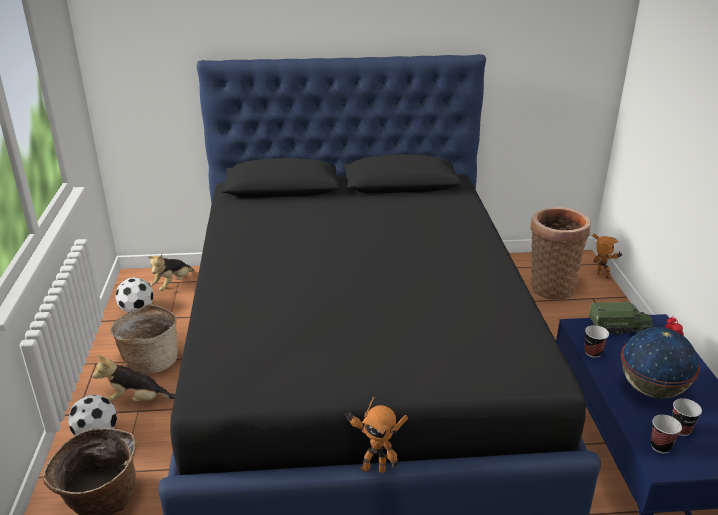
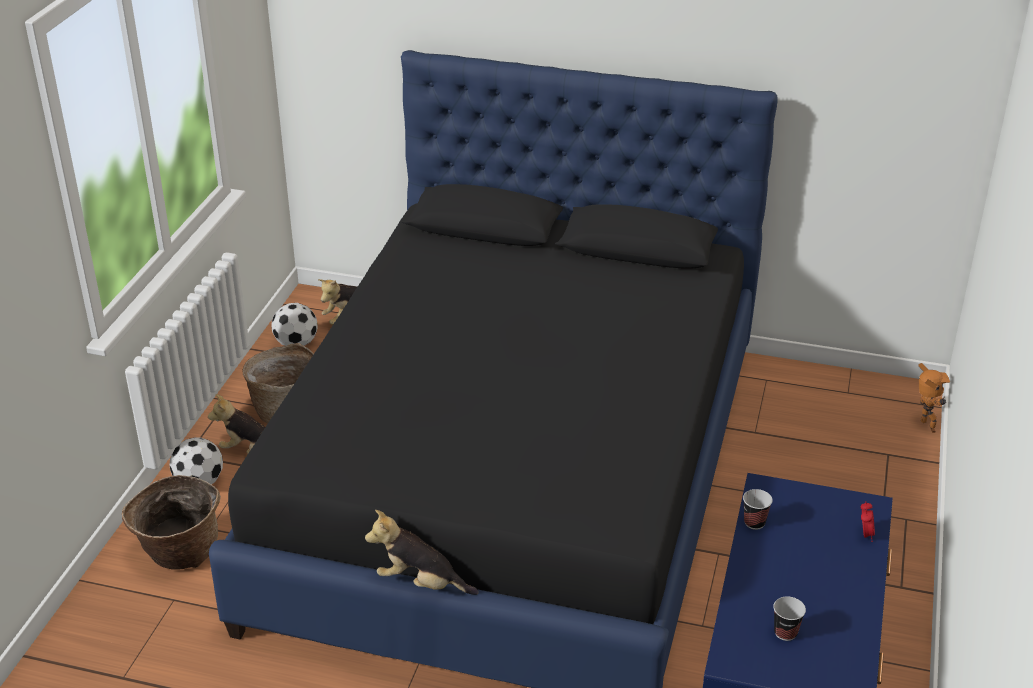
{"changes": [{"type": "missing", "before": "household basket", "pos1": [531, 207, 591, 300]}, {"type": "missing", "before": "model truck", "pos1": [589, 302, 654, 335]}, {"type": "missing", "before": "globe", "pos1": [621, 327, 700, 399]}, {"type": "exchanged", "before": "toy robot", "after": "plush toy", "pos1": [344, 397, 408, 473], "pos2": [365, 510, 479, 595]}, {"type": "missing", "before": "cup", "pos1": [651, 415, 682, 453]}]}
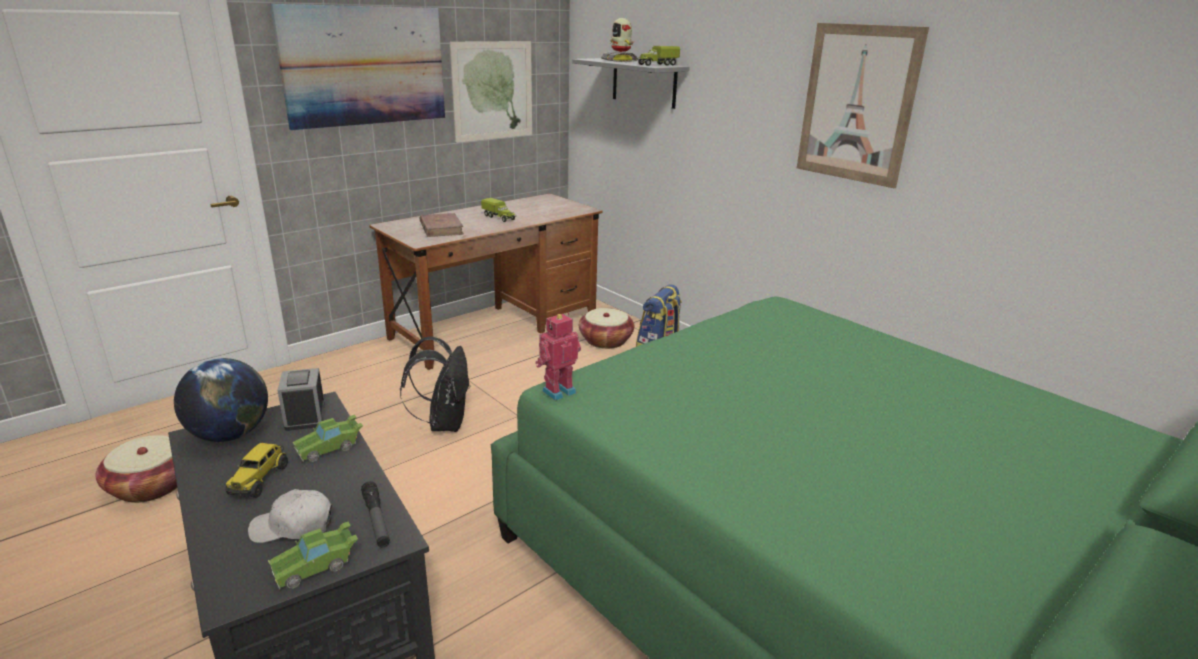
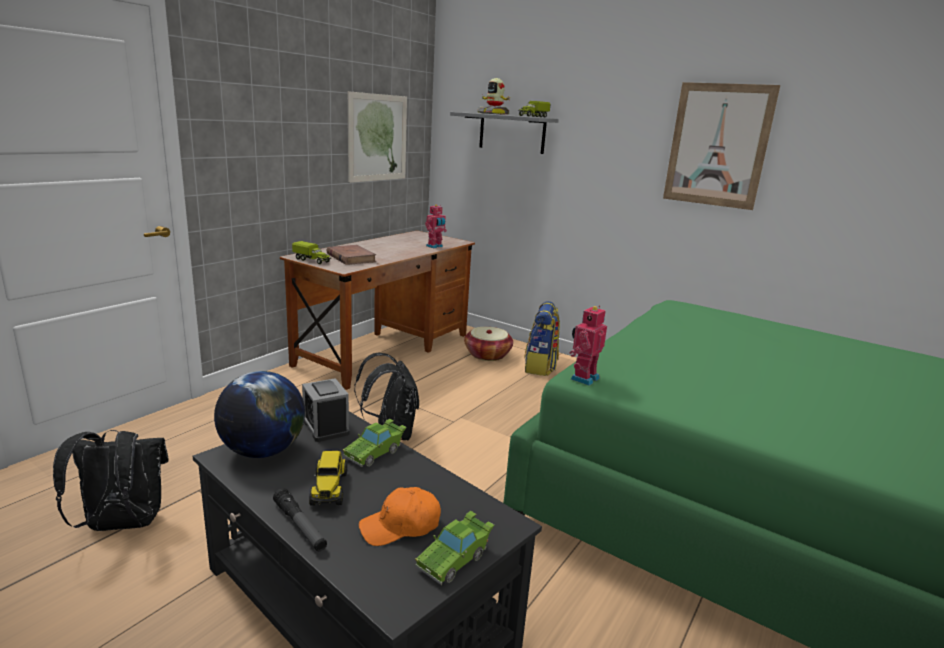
{"changes": [{"type": "missing", "before": "picture", "pos1": [270, 4, 445, 130]}, {"type": "relocated", "before": "model truck", "pos1": [481, 198, 515, 222], "pos2": [292, 241, 331, 264]}, {"type": "exchanged", "before": "household basket", "after": "black knapsack", "pos1": [95, 435, 177, 503], "pos2": [53, 430, 169, 531]}, {"type": "relocated", "before": "flashlight", "pos1": [361, 481, 390, 547], "pos2": [273, 488, 327, 551]}, {"type": "colour", "before": "whitish cap", "after": "orangey cap", "pos1": [248, 489, 332, 543], "pos2": [359, 487, 441, 546]}, {"type": "appeared", "after": "toy robot", "pos2": [425, 204, 447, 248]}]}
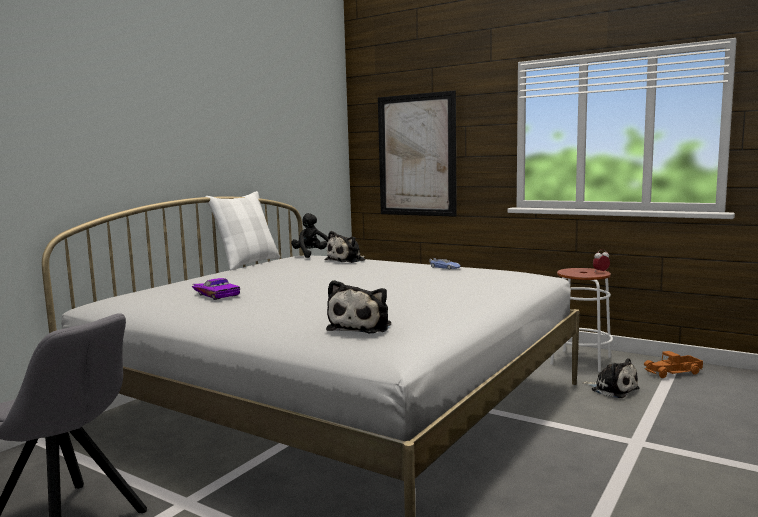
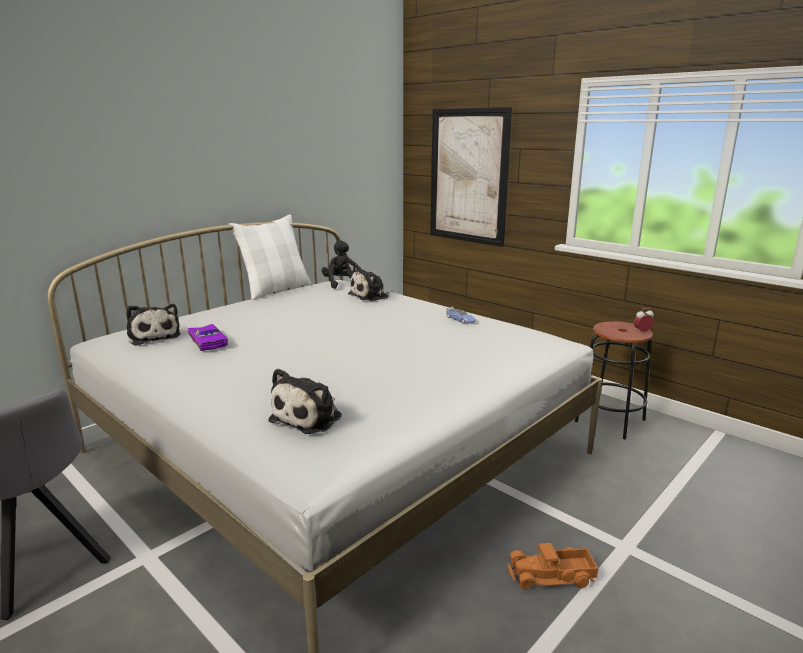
{"changes": [{"type": "colour", "before": "whitish stool seat", "after": "black stool seat", "pos1": [550, 268, 613, 372], "pos2": [575, 321, 653, 439]}, {"type": "relocated", "before": "model truck", "pos1": [644, 351, 703, 378], "pos2": [507, 543, 598, 589]}, {"type": "relocated", "before": "plush toy", "pos1": [582, 358, 640, 398], "pos2": [126, 304, 181, 346]}]}
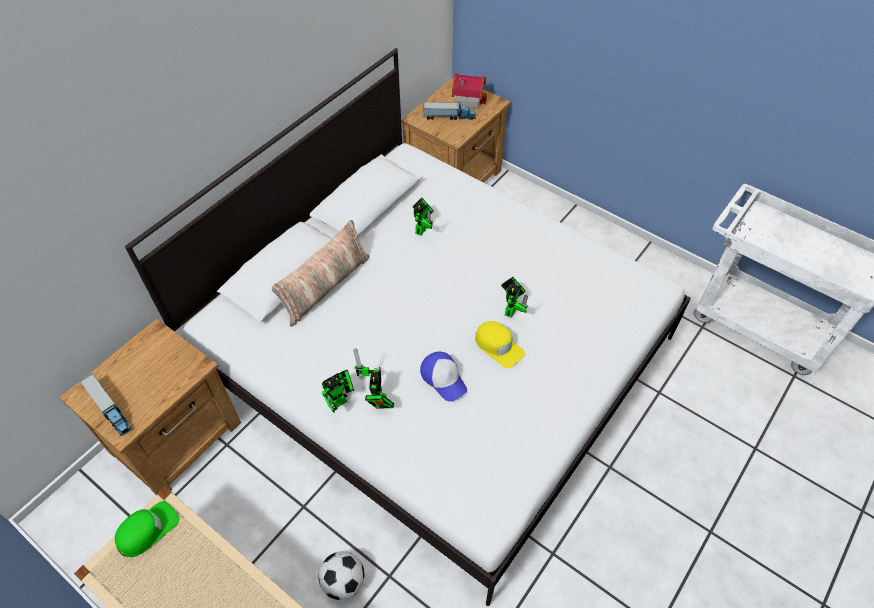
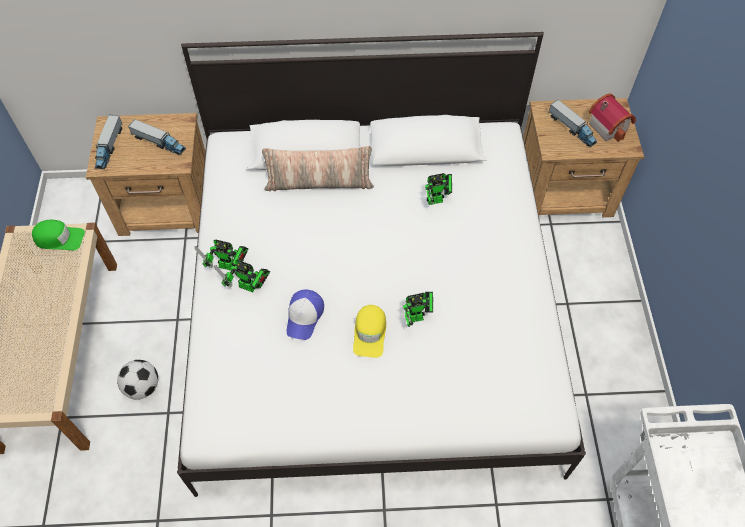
{"changes": [{"type": "spun", "before": "toy robot", "pos1": [353, 348, 394, 409], "pos2": [214, 260, 270, 293], "turn": -120}, {"type": "appeared", "after": "model truck", "pos2": [128, 119, 186, 155]}]}
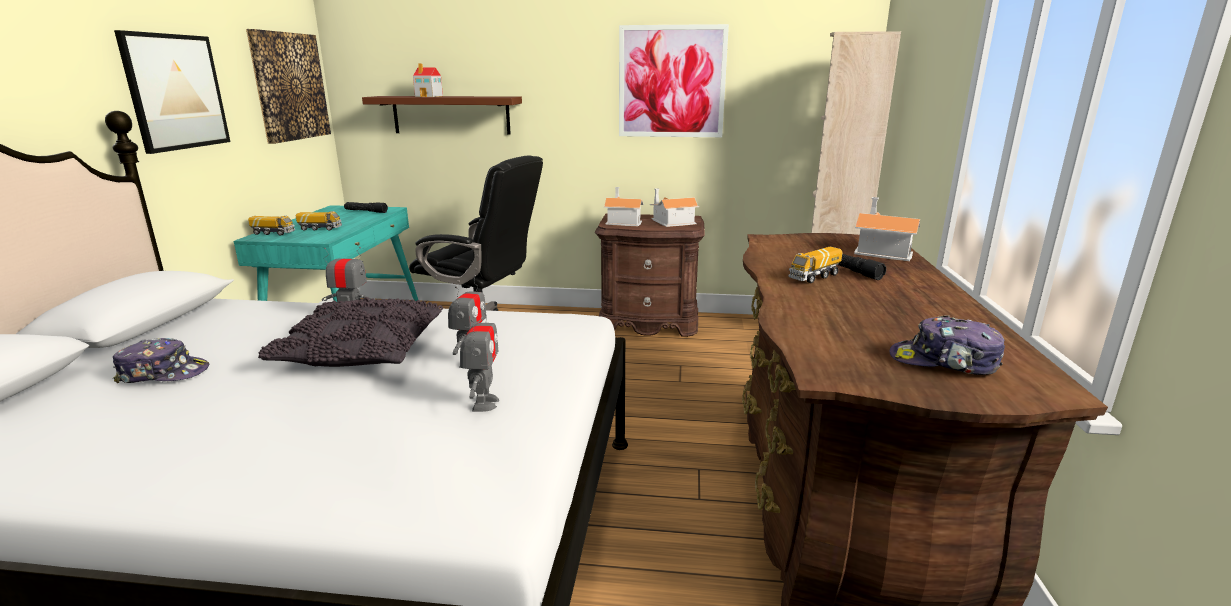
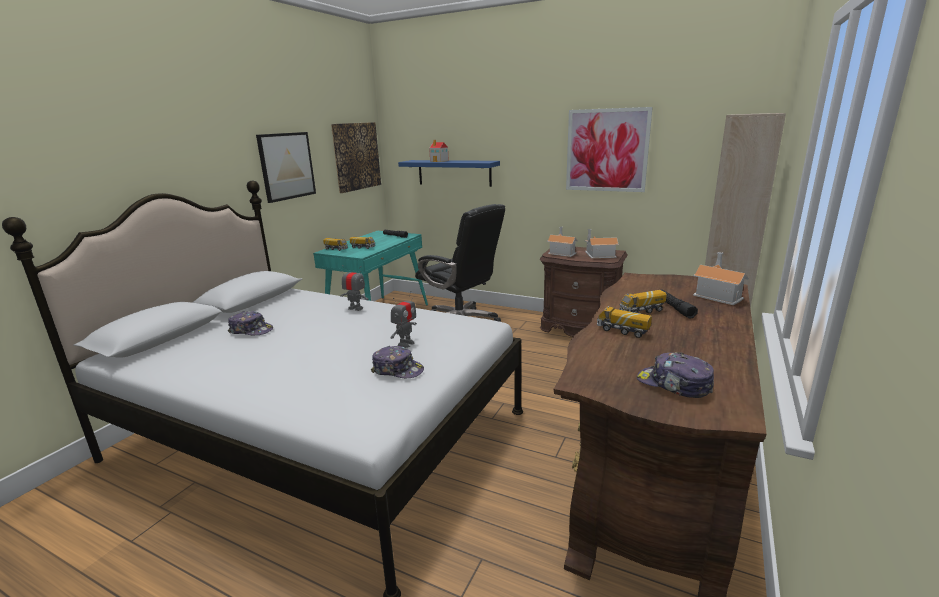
{"changes": [{"type": "colour", "before": "brownish wall shelf", "after": "blue-coloured wall shelf", "pos1": [362, 96, 522, 135], "pos2": [398, 160, 500, 187]}, {"type": "missing", "before": "black cushion", "pos1": [258, 297, 443, 367]}, {"type": "exchanged", "before": "toy robot", "after": "cap", "pos1": [460, 303, 499, 412], "pos2": [371, 346, 424, 378]}, {"type": "appeared", "after": "model truck", "pos2": [597, 306, 652, 338]}]}
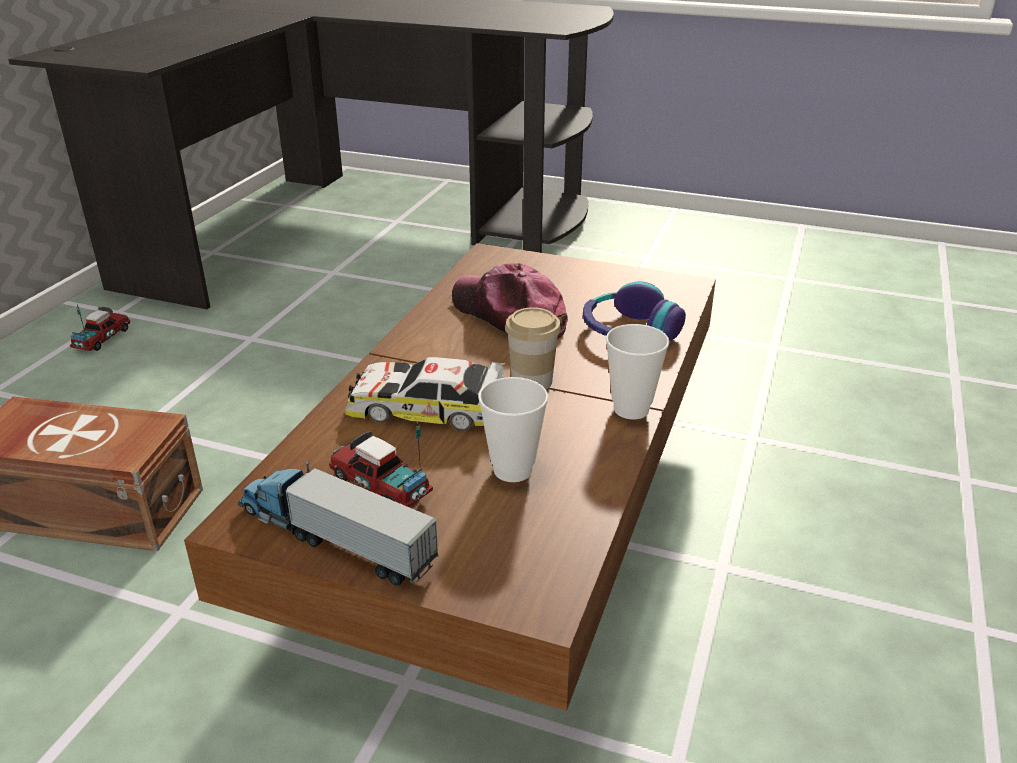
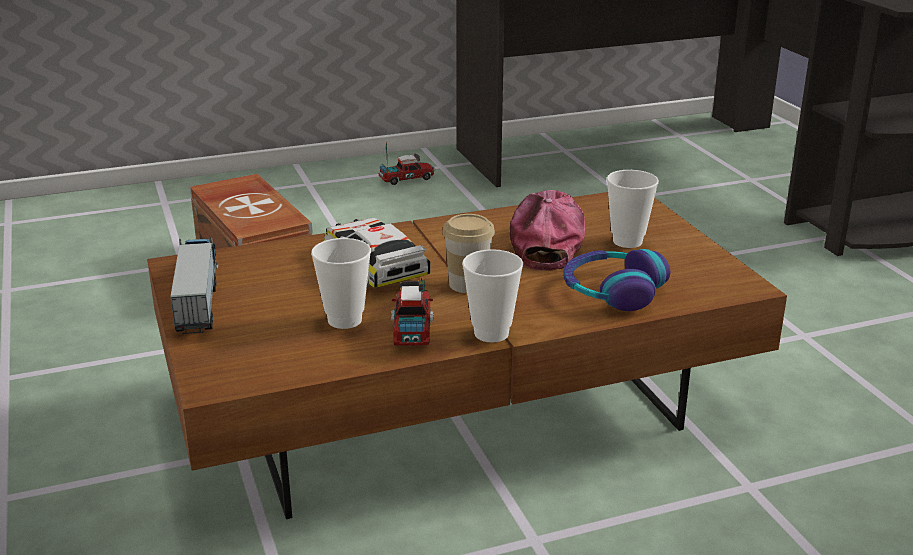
{"changes": [{"type": "relocated", "before": "model truck", "pos1": [329, 421, 433, 507], "pos2": [391, 276, 434, 345]}, {"type": "appeared", "after": "cup", "pos2": [607, 170, 659, 248]}]}
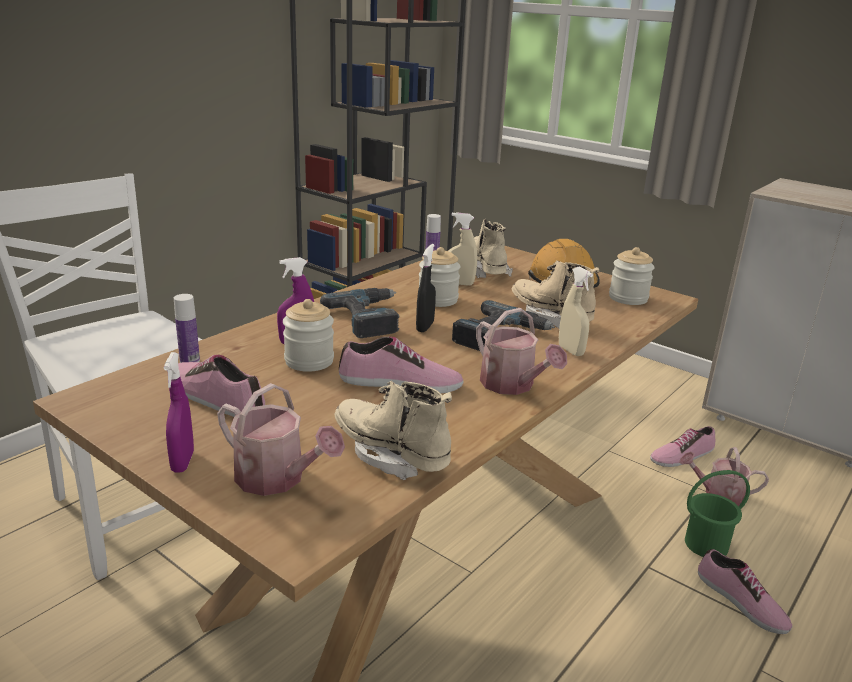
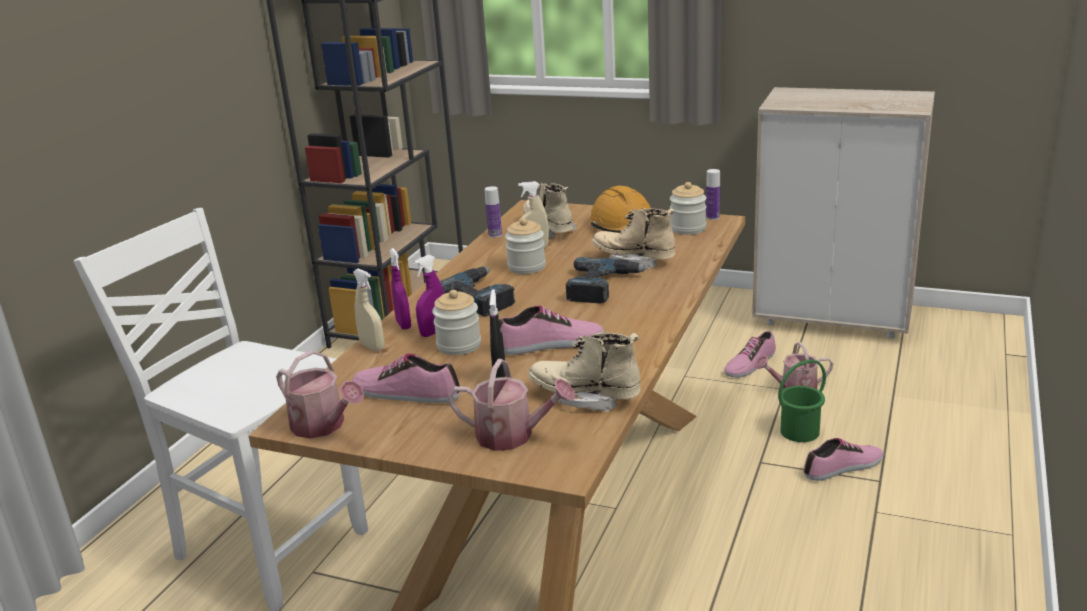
{"changes": [{"type": "relocated", "before": "black hand sprayer", "pos1": [416, 244, 436, 332], "pos2": [489, 289, 505, 378]}, {"type": "relocated", "before": "sand-coloured hand sprayer", "pos1": [559, 267, 593, 356], "pos2": [353, 269, 384, 351]}, {"type": "relocated", "before": "drink bottle", "pos1": [174, 294, 200, 363], "pos2": [706, 169, 720, 220]}, {"type": "relocated", "before": "watering can", "pos1": [476, 308, 567, 395], "pos2": [276, 350, 365, 439]}, {"type": "relocated", "before": "purple-coloured hand sprayer", "pos1": [164, 352, 194, 473], "pos2": [390, 248, 411, 329]}, {"type": "spun", "before": "shoe", "pos1": [698, 549, 793, 634], "pos2": [804, 438, 883, 481], "turn": -60}]}
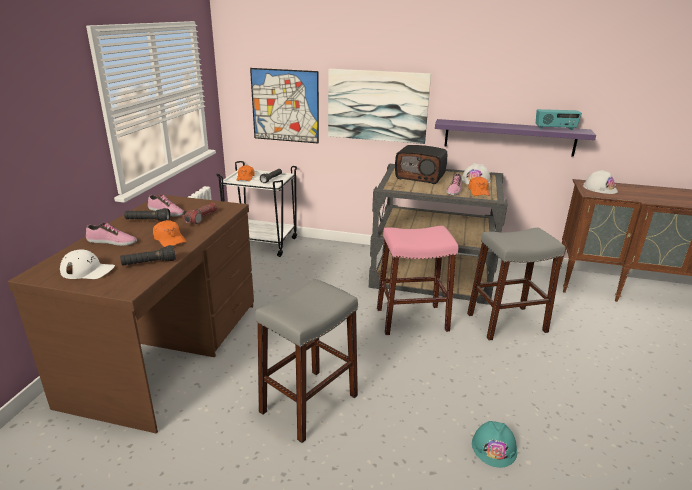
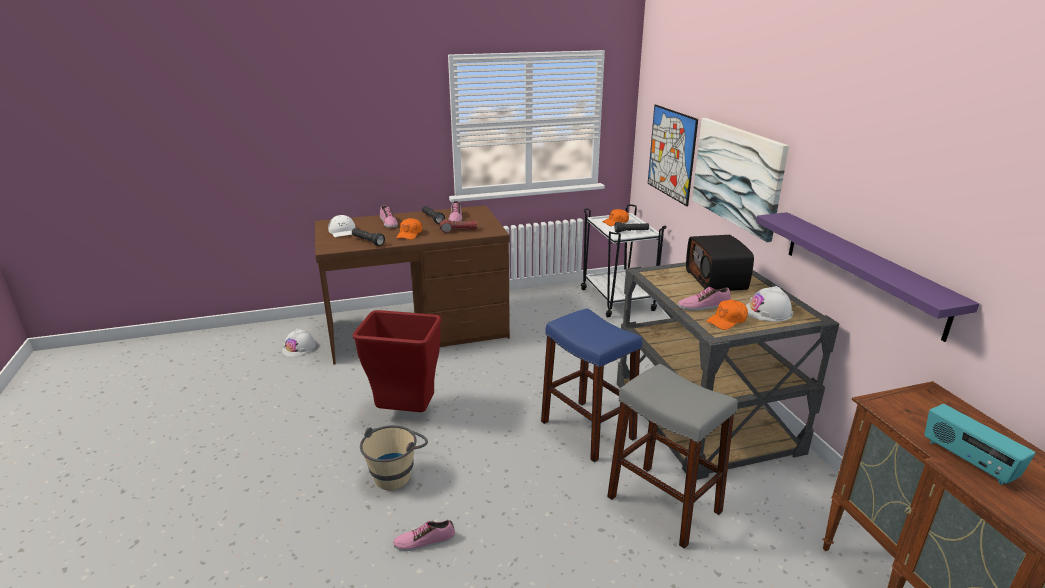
{"changes": [{"type": "relocated", "before": "radio", "pos1": [536, 109, 582, 130], "pos2": [924, 404, 1036, 485]}, {"type": "relocated", "before": "whitish hard hat", "pos1": [583, 170, 618, 194], "pos2": [282, 329, 316, 357]}, {"type": "colour", "before": "pink stool seat", "after": "blue-coloured stool seat", "pos1": [377, 226, 458, 335], "pos2": [541, 308, 642, 462]}, {"type": "exchanged", "before": "greyish stool seat", "after": "red-coloured trash can", "pos1": [255, 279, 358, 443], "pos2": [353, 310, 441, 412]}, {"type": "exchanged", "before": "turquoise hard hat", "after": "shoe", "pos1": [472, 421, 517, 468], "pos2": [393, 520, 455, 551]}, {"type": "appeared", "after": "sand-coloured water bucket", "pos2": [360, 425, 428, 490]}]}
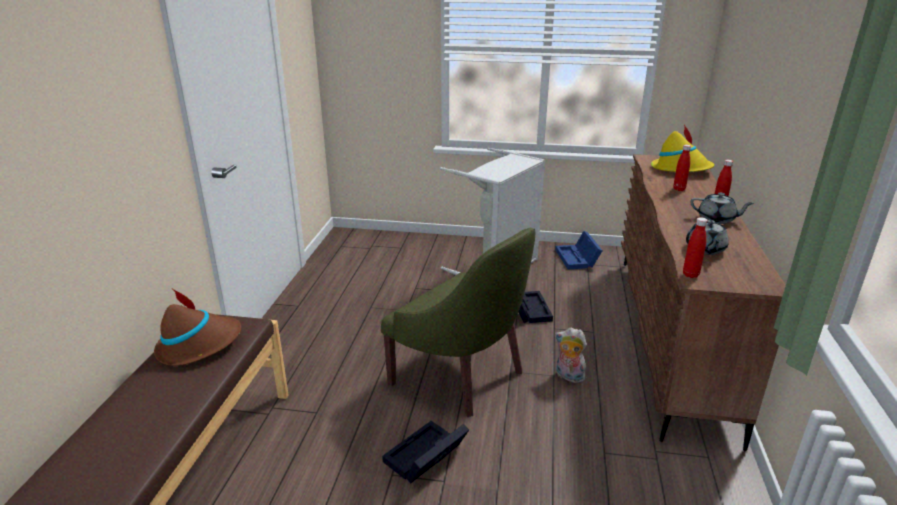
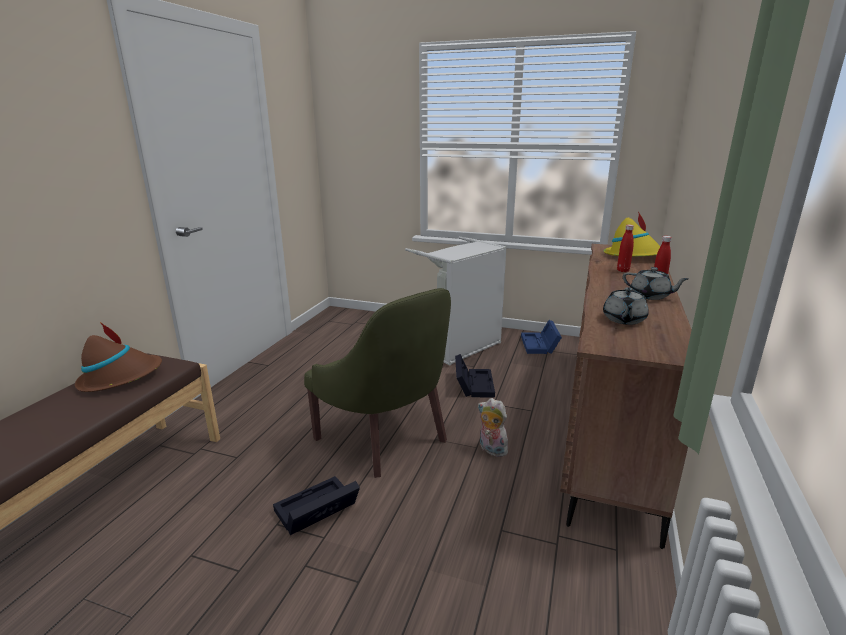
{"changes": [{"type": "missing", "before": "red-coloured drink bottle", "pos1": [683, 217, 707, 278]}]}
